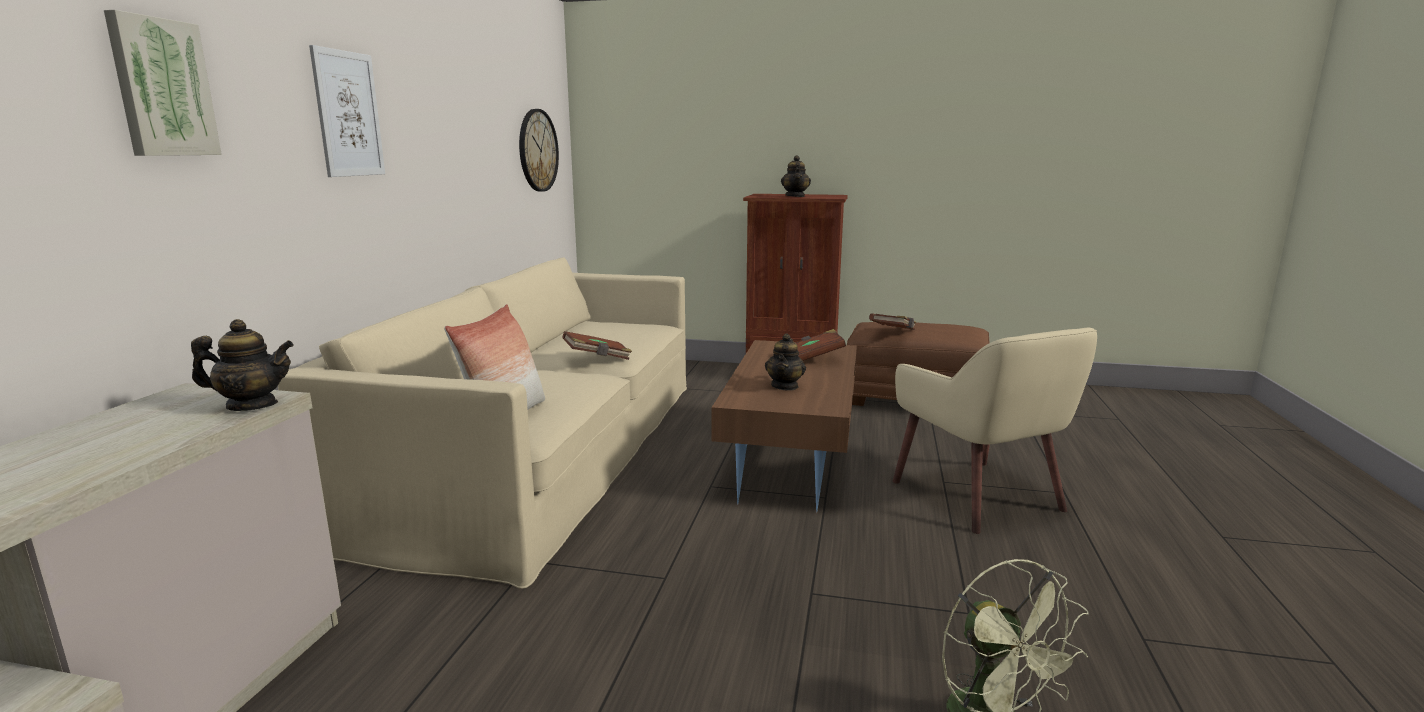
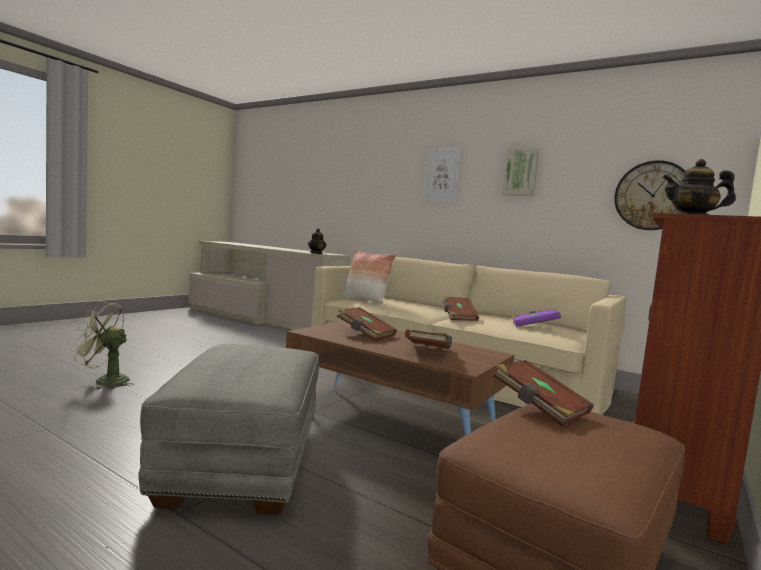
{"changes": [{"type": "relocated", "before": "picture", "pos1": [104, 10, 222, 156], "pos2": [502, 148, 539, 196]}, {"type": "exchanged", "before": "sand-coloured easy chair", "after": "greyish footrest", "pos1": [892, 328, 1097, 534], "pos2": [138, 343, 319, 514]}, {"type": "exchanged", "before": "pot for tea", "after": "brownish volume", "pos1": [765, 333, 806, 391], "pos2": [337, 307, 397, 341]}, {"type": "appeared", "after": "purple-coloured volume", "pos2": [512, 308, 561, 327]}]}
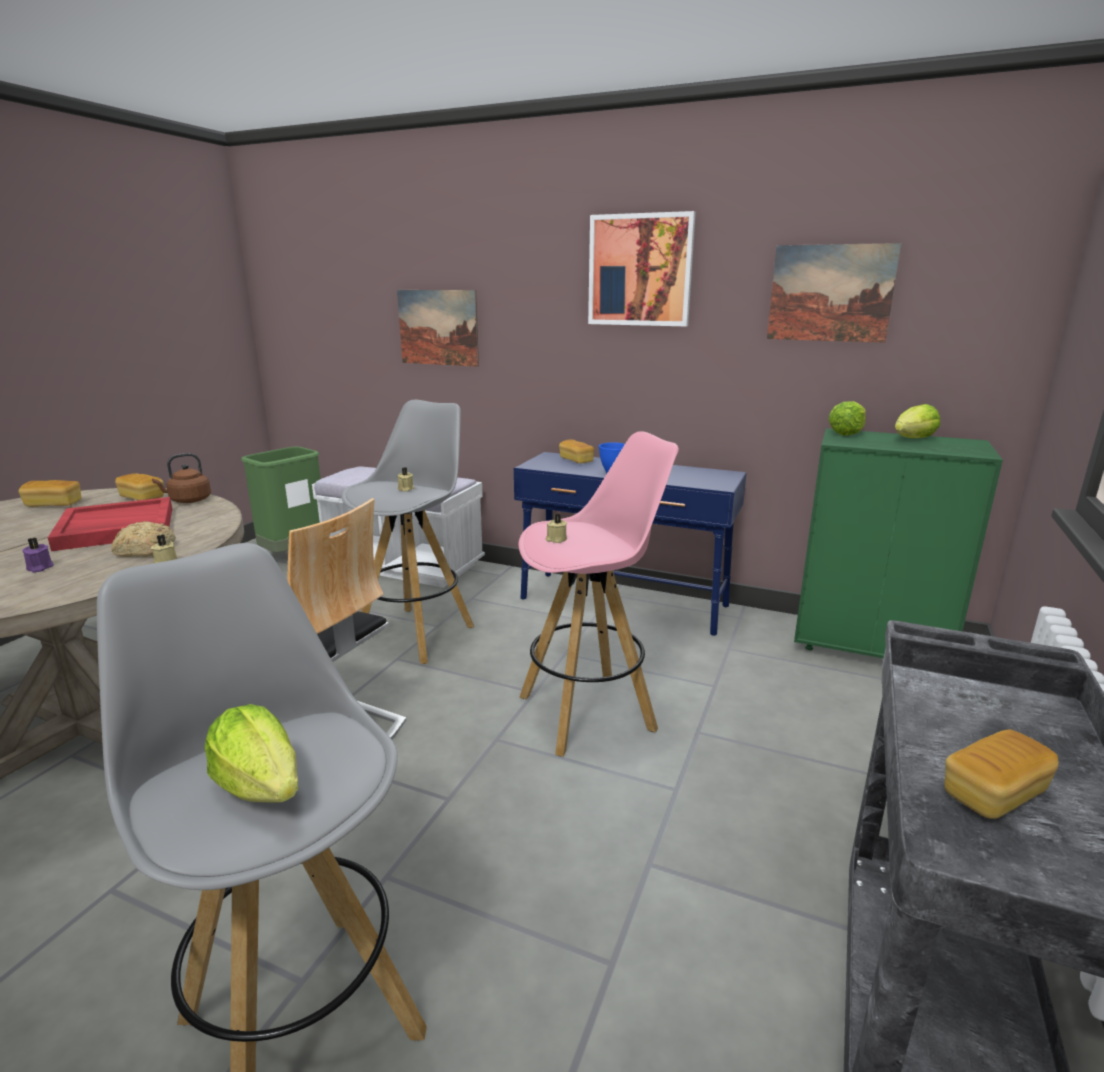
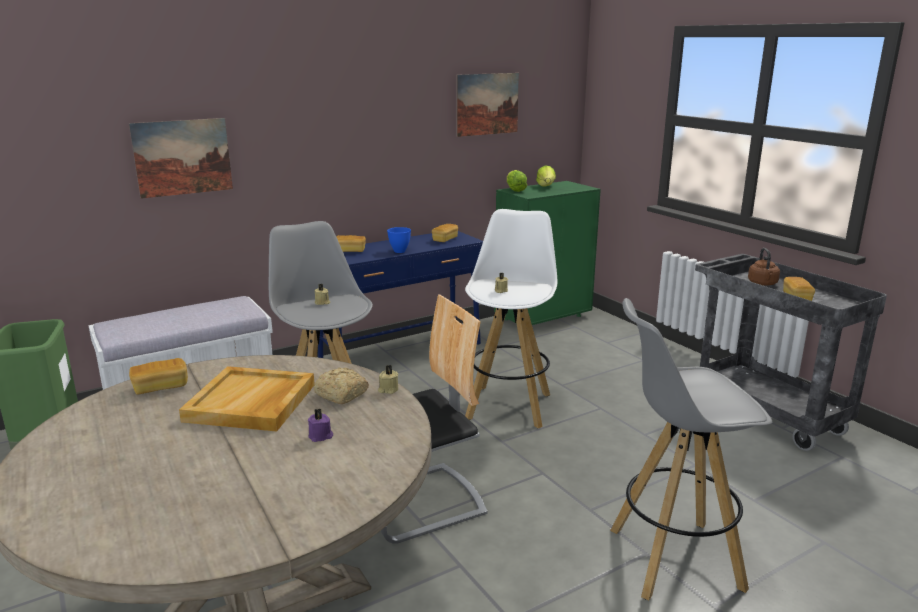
{"changes": [{"type": "missing", "before": "picture", "pos1": [588, 211, 696, 326]}, {"type": "colour", "before": "pink stool seat", "after": "whitish stool seat", "pos1": [519, 431, 679, 757], "pos2": [465, 209, 557, 429]}, {"type": "relocated", "before": "brownish water kettle", "pos1": [152, 453, 211, 503], "pos2": [748, 248, 780, 286]}, {"type": "relocated", "before": "bread", "pos1": [18, 480, 82, 507], "pos2": [432, 224, 458, 242]}, {"type": "colour", "before": "red-coloured tray", "after": "sand-coloured tray", "pos1": [48, 497, 172, 551], "pos2": [179, 366, 315, 432]}, {"type": "missing", "before": "lettuce head", "pos1": [205, 704, 299, 803]}]}
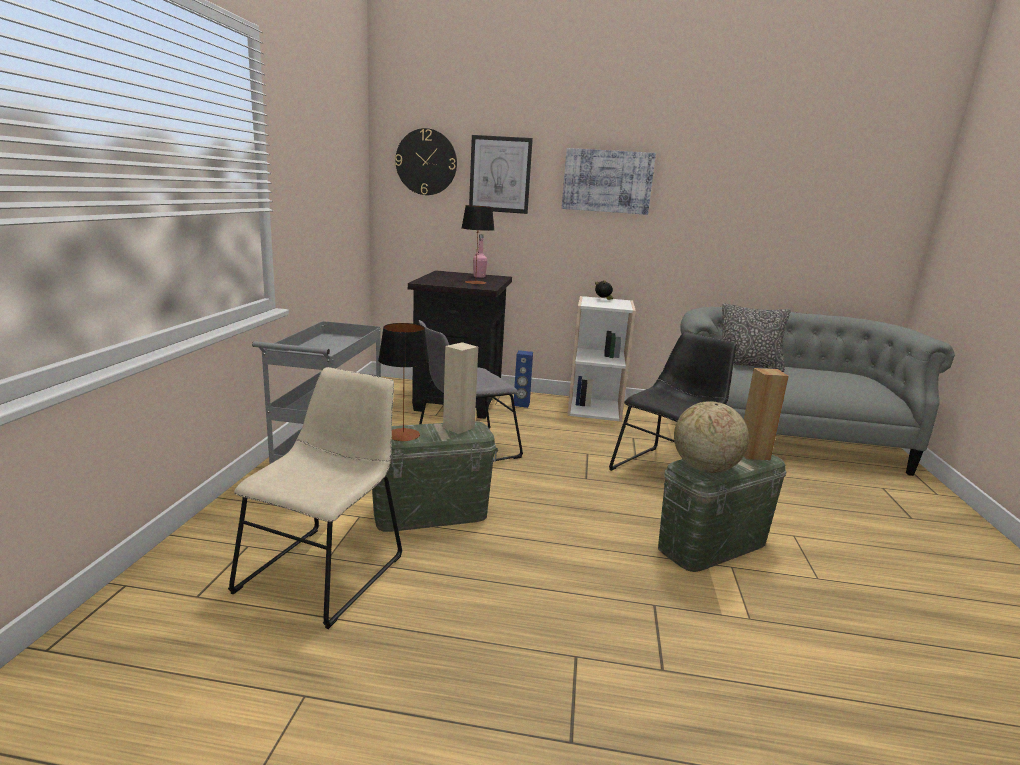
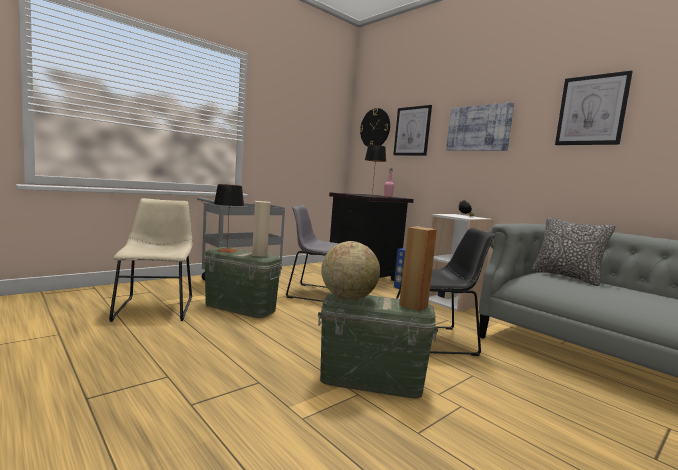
{"changes": [{"type": "spun", "before": "sand-coloured chair", "pos1": [228, 367, 402, 629], "pos2": [109, 198, 193, 322], "turn": -75}, {"type": "appeared", "after": "picture", "pos2": [555, 70, 633, 145]}]}
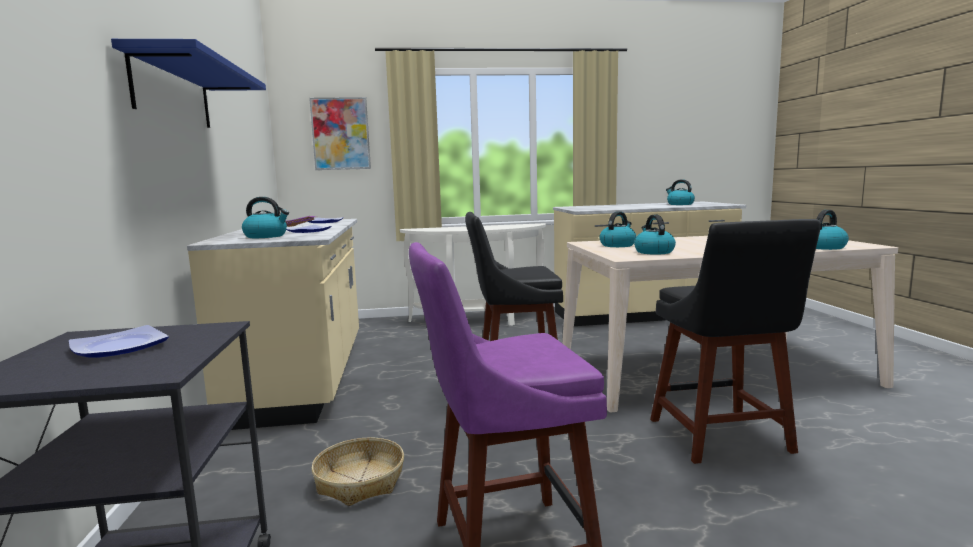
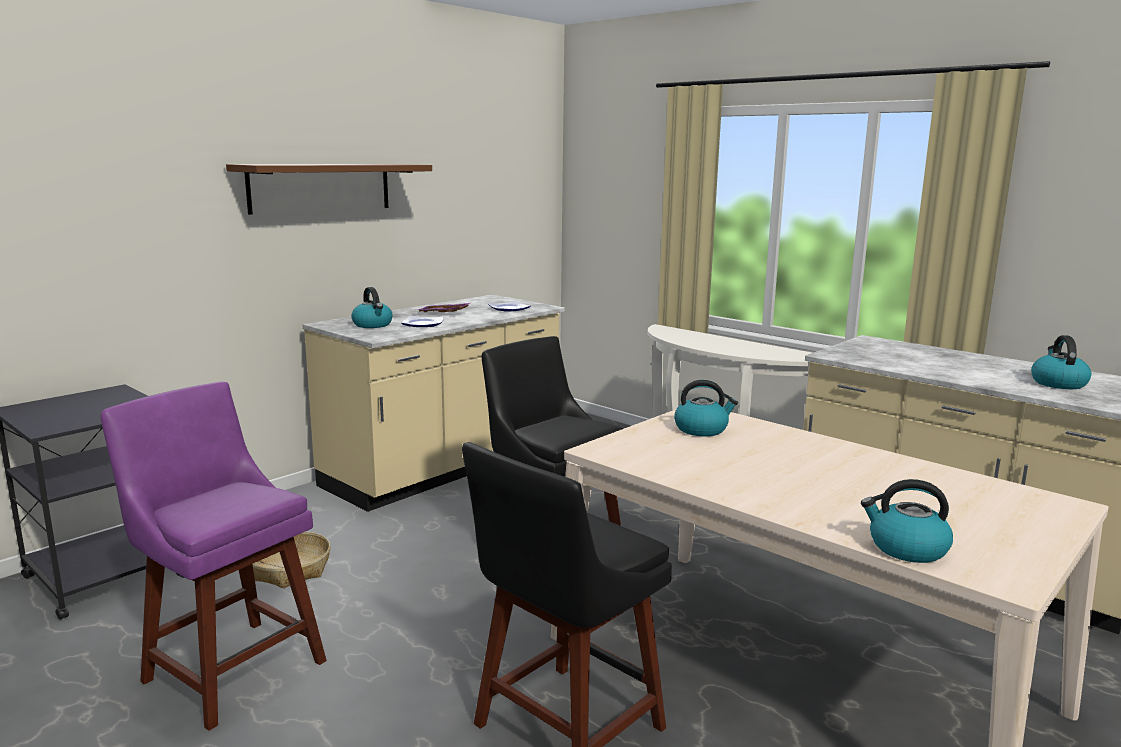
{"changes": [{"type": "colour", "before": "blue-coloured wall shelf", "after": "brownish wall shelf", "pos1": [111, 39, 266, 128], "pos2": [226, 164, 432, 215]}, {"type": "missing", "before": "picture", "pos1": [309, 97, 371, 170]}, {"type": "missing", "before": "water kettle", "pos1": [634, 215, 676, 255]}, {"type": "missing", "before": "dinner plate", "pos1": [69, 325, 169, 358]}]}
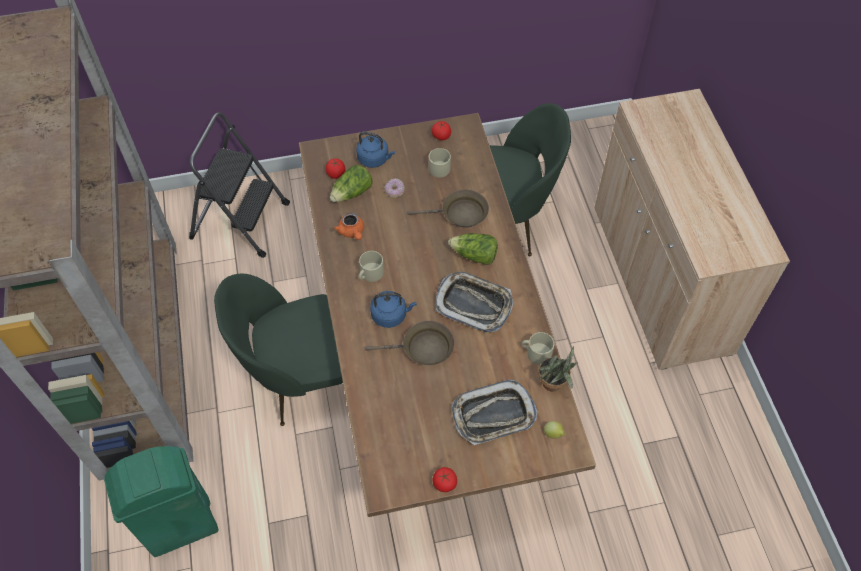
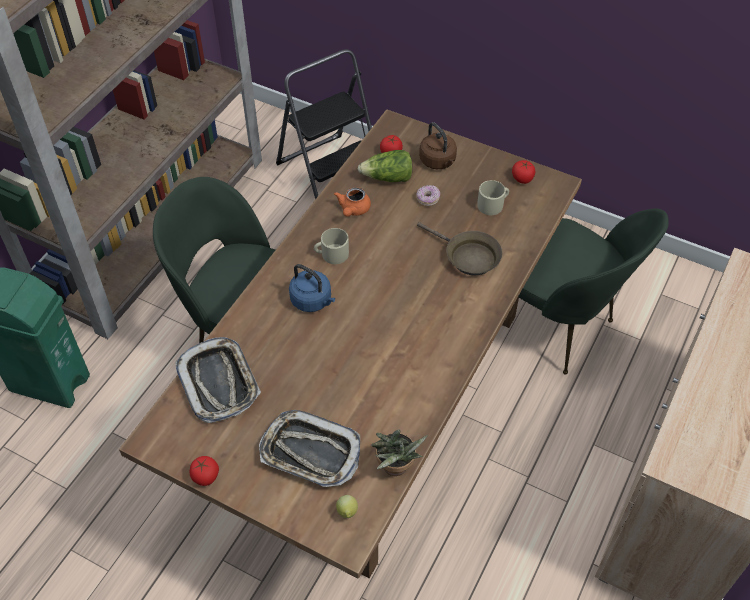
{"changes": [{"type": "colour", "before": "blue-coloured water kettle", "after": "brownish water kettle", "pos1": [356, 132, 395, 168], "pos2": [419, 122, 457, 169]}, {"type": "missing", "before": "lettuce head", "pos1": [448, 233, 498, 265]}, {"type": "relocated", "before": "tray", "pos1": [436, 271, 513, 333], "pos2": [175, 337, 261, 423]}, {"type": "missing", "before": "brownish skillet", "pos1": [365, 321, 454, 365]}, {"type": "missing", "before": "sand-coloured tea mug", "pos1": [522, 332, 554, 365]}]}
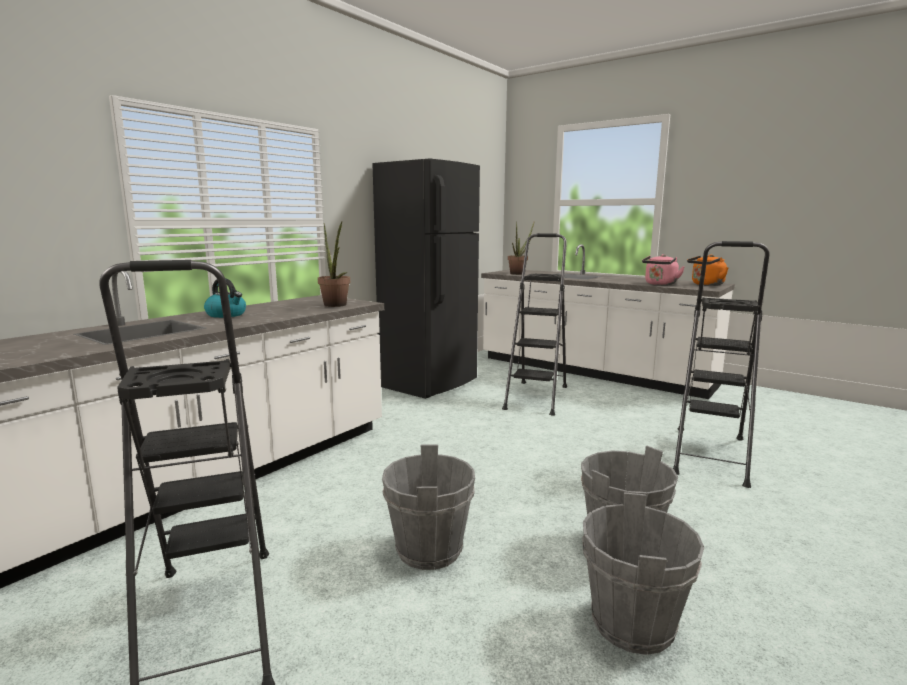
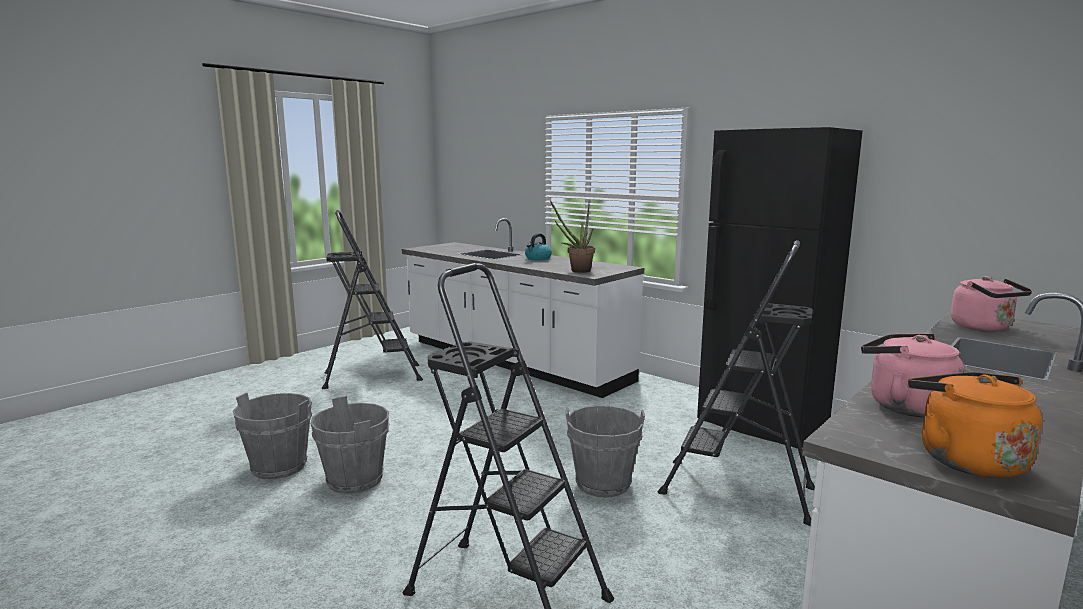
{"changes": [{"type": "exchanged", "before": "houseplant", "after": "pink water kettle", "pos1": [508, 220, 535, 275], "pos2": [951, 276, 1032, 331]}, {"type": "relocated", "before": "greyish water bucket", "pos1": [382, 445, 475, 570], "pos2": [566, 406, 645, 498]}]}
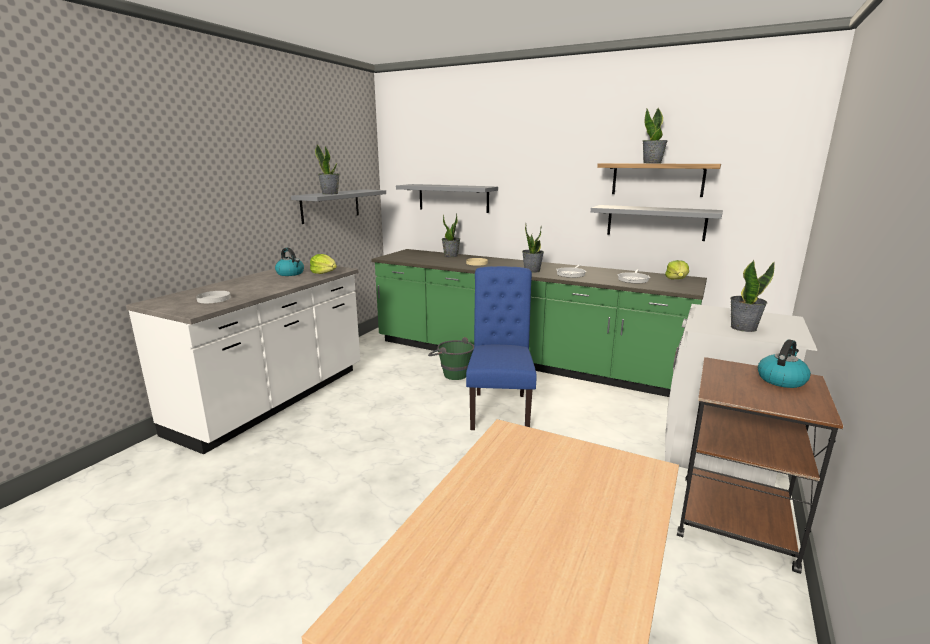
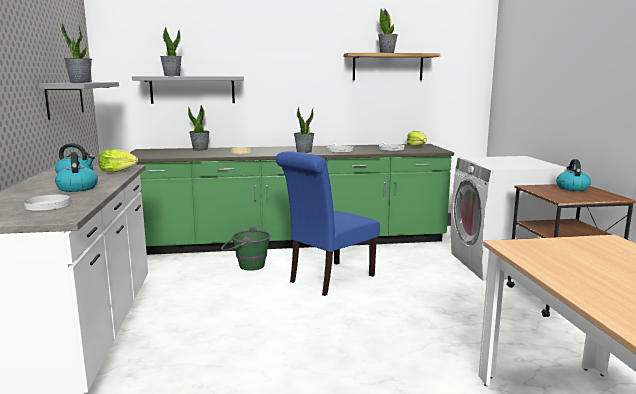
{"changes": [{"type": "missing", "before": "greyish wall shelf", "pos1": [591, 205, 723, 241]}, {"type": "relocated", "before": "houseplant", "pos1": [730, 260, 775, 332], "pos2": [160, 26, 182, 76]}, {"type": "spun", "before": "blue-coloured chair", "pos1": [466, 266, 537, 430], "pos2": [276, 151, 380, 296], "turn": -105}, {"type": "appeared", "after": "water kettle", "pos2": [55, 152, 98, 192]}]}
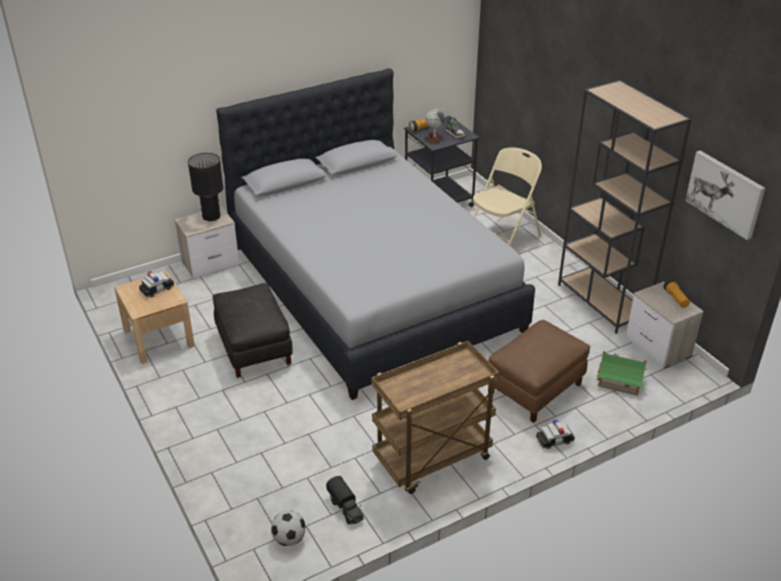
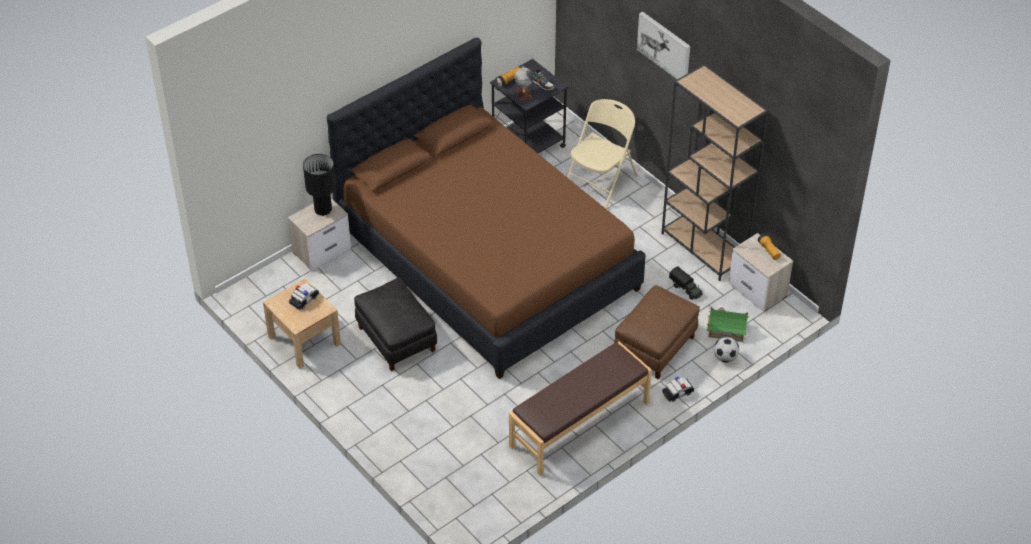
{"changes": [{"type": "colour", "before": "greyish bed", "after": "brownish bed", "pos1": [216, 68, 535, 400], "pos2": [327, 38, 646, 379]}, {"type": "relocated", "before": "picture", "pos1": [685, 150, 765, 240], "pos2": [637, 12, 690, 79]}, {"type": "exchanged", "before": "brownish wheeled cart", "after": "brownish bench", "pos1": [371, 341, 499, 494], "pos2": [509, 341, 652, 476]}, {"type": "relocated", "before": "model truck", "pos1": [326, 476, 364, 525], "pos2": [669, 267, 703, 300]}, {"type": "relocated", "before": "football", "pos1": [271, 510, 306, 546], "pos2": [714, 337, 739, 363]}]}
